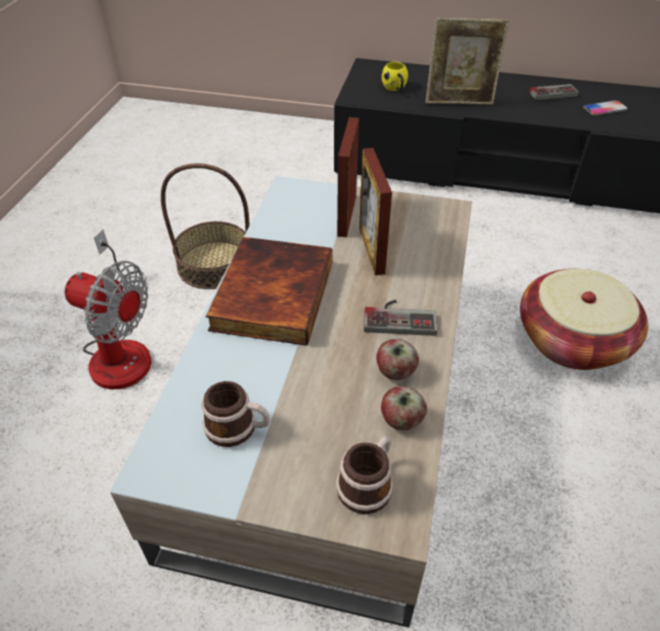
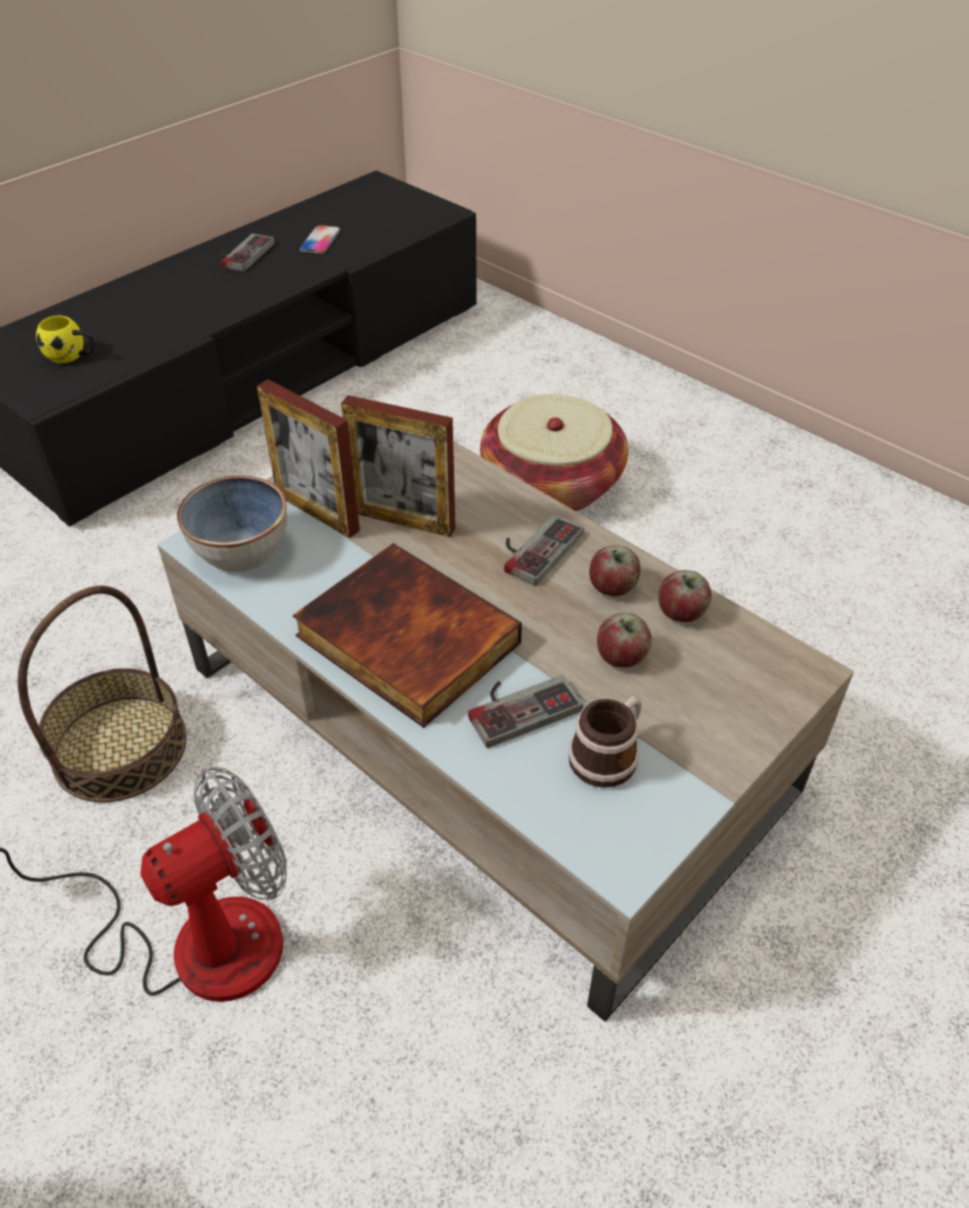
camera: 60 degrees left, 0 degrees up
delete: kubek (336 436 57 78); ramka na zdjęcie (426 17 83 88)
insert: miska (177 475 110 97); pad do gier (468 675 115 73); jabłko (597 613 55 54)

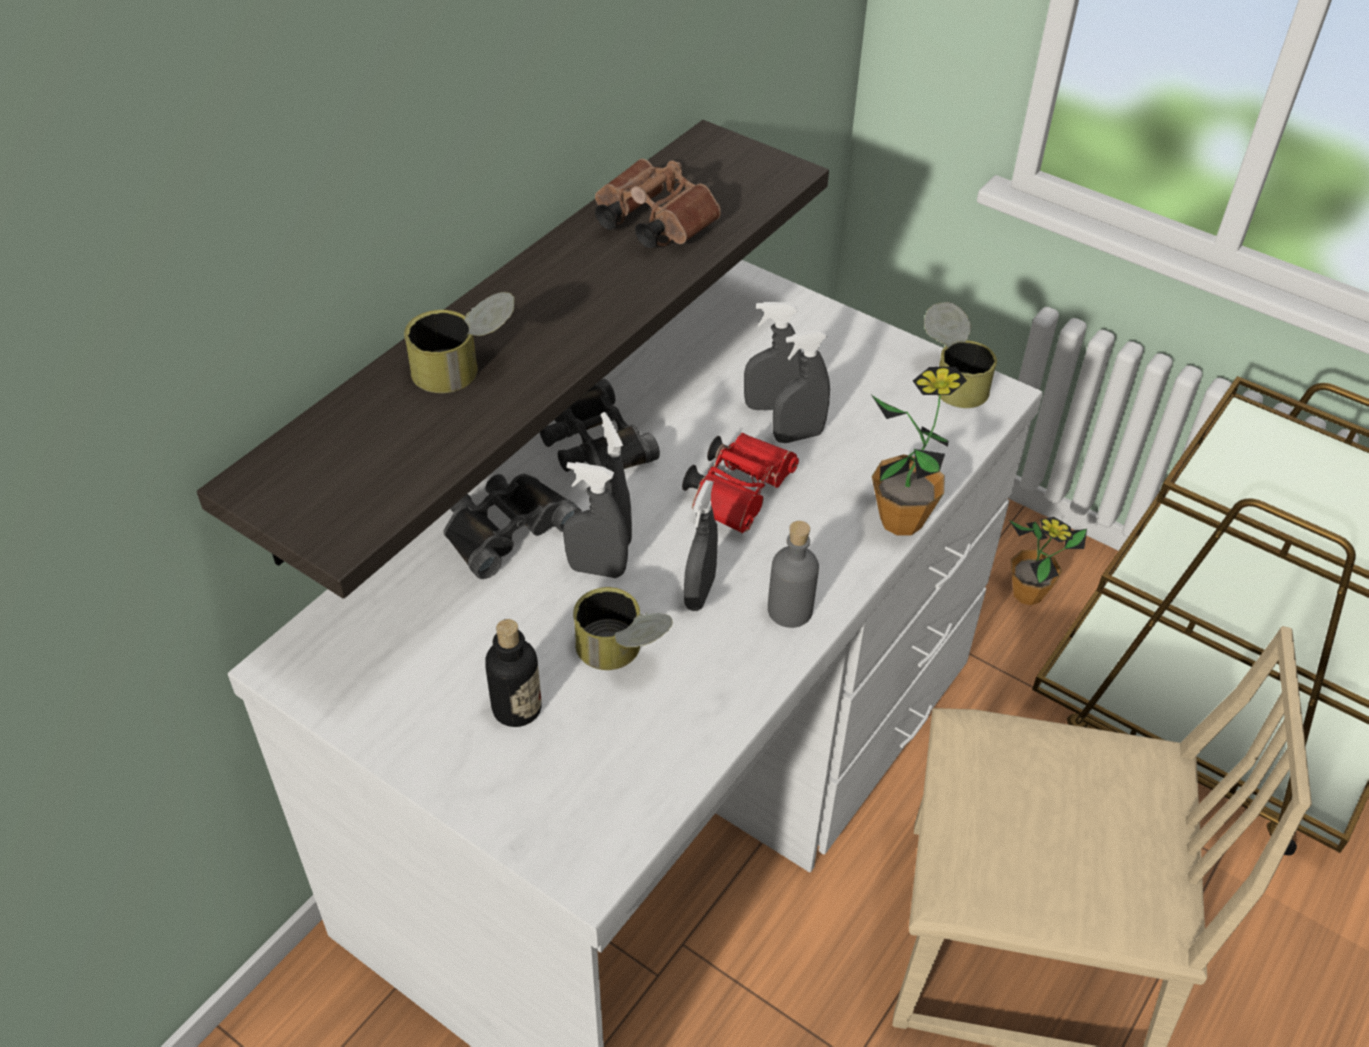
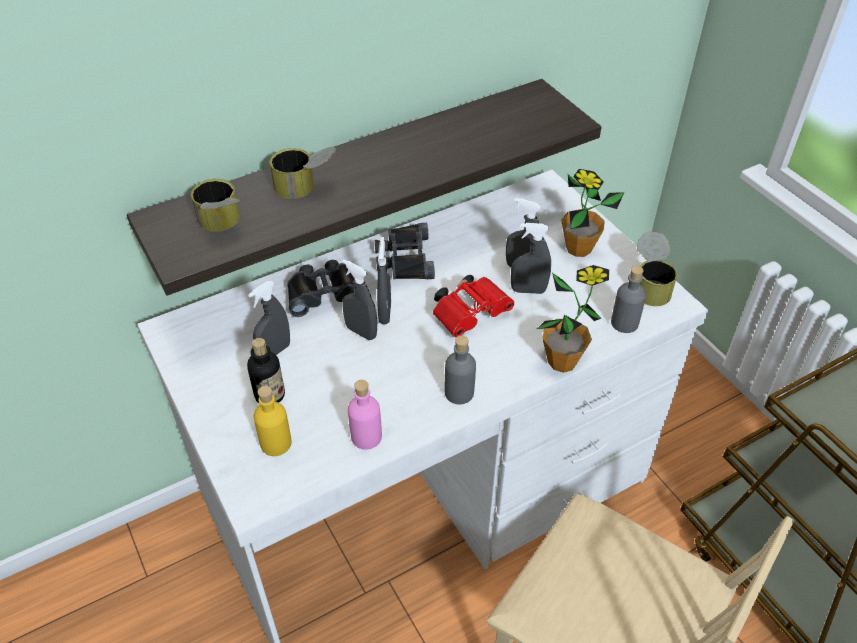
camera: 25 degrees right, 0 degrees up
delete: lornetka (brązowy) (595 159 126 90)
insert: butelka (żółty) (254 386 38 70); butelka (różowy) (348 380 34 70); butelka (szary) (611 266 35 67)
move: puszka (573 587 99 83) to (191 179 49 53); spryskiwacz (szary) (684 480 34 131) to (248 281 42 74); roślina doniczkowa (1008 517 79 88) to (561 169 63 88)

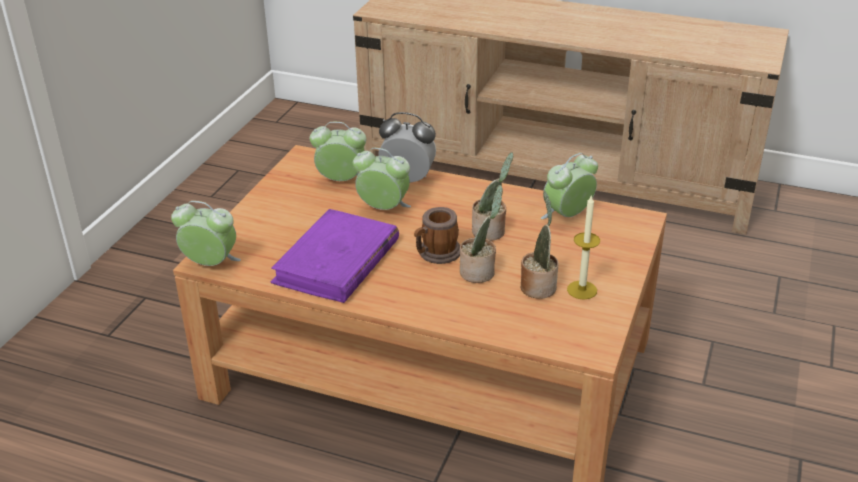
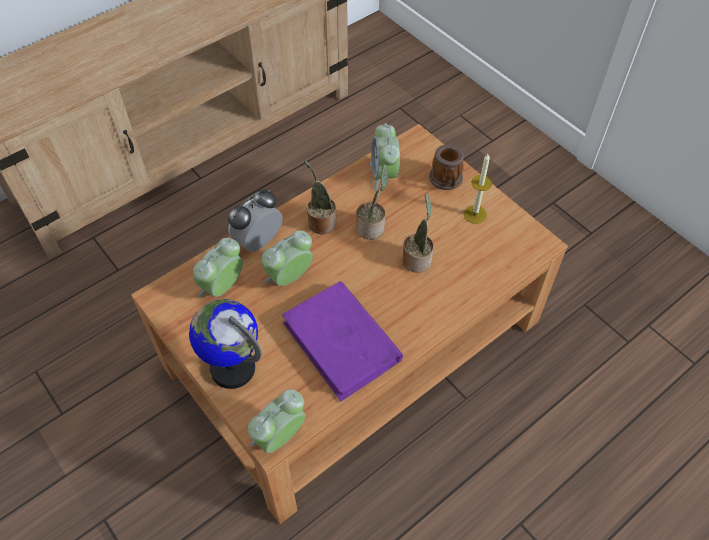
camera: 60 degrees left, 20 degrees up
insert: globus (189 299 72 90)
move: kubek (414 207 46 57) to (429 145 35 45); roślina doniczkowa (520 191 39 108) to (304 161 33 73)

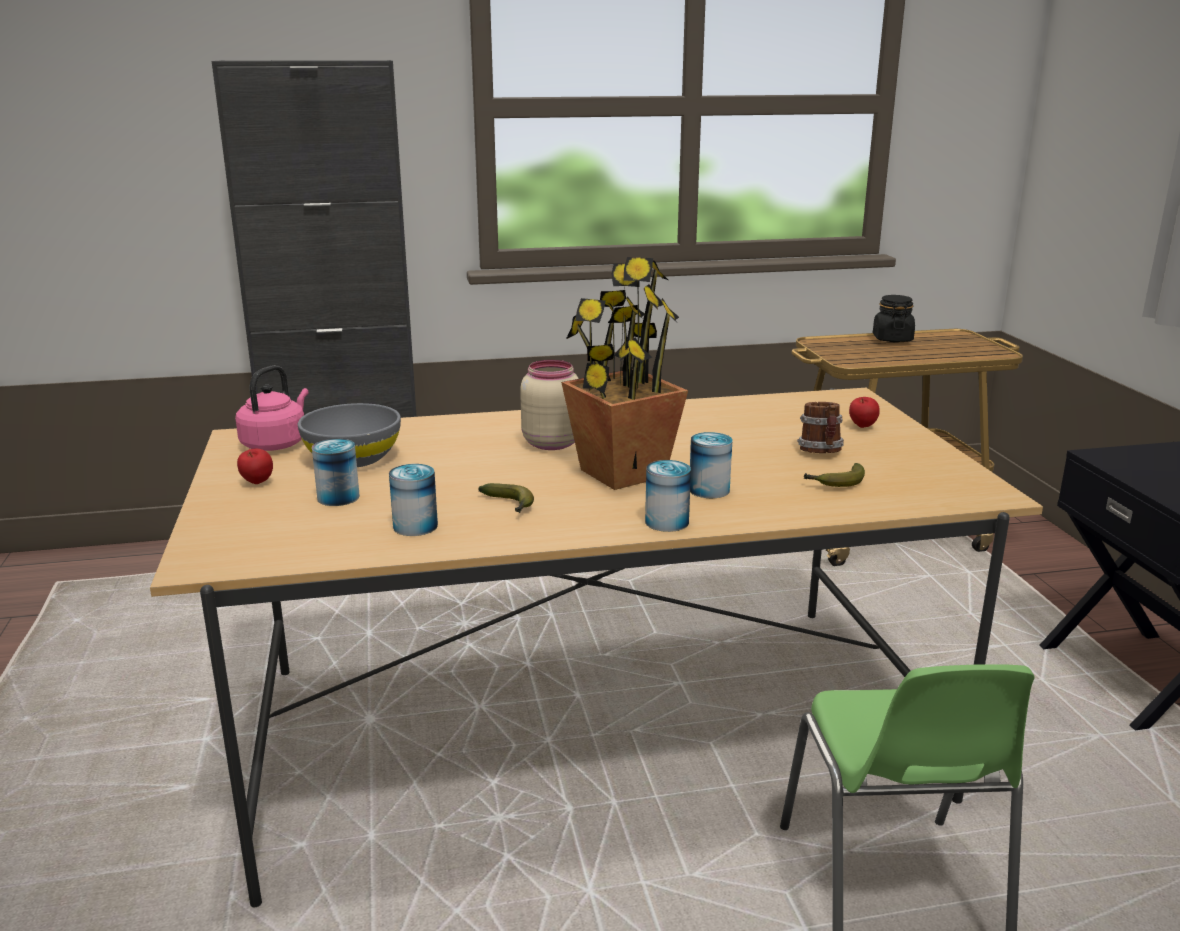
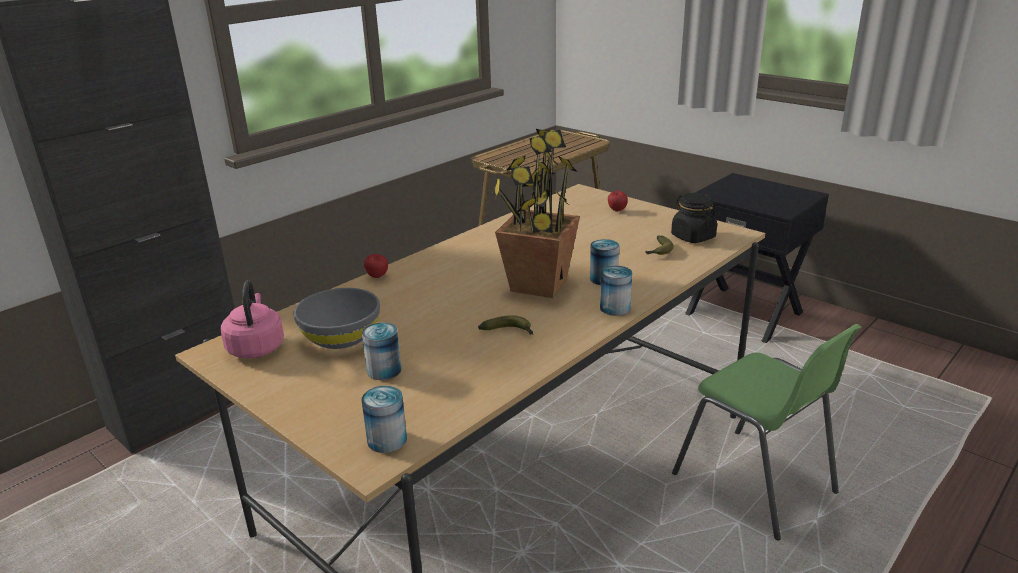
camera: 35 degrees left, 5 degrees up
delete: słoik (beżowy) (520 360 59 90); kubek (797 402 47 51)
move: jabłko (237 449 36 35) to (364 254 24 24); puszka (389 464 49 72) to (361 386 46 67); słoik (czarny) (873 295 42 47) to (671 193 46 50)

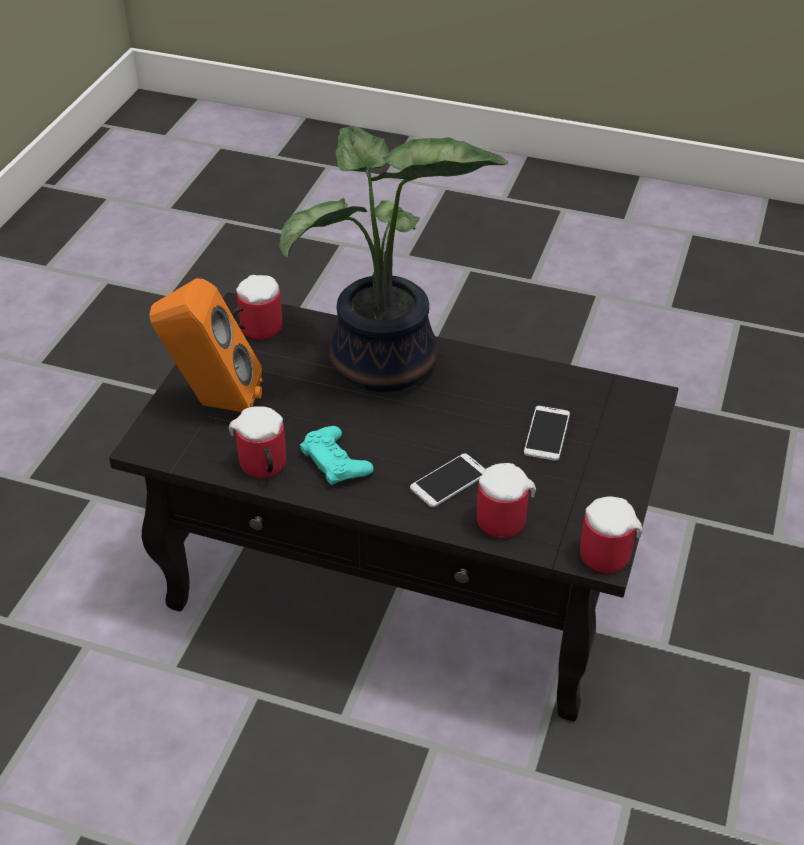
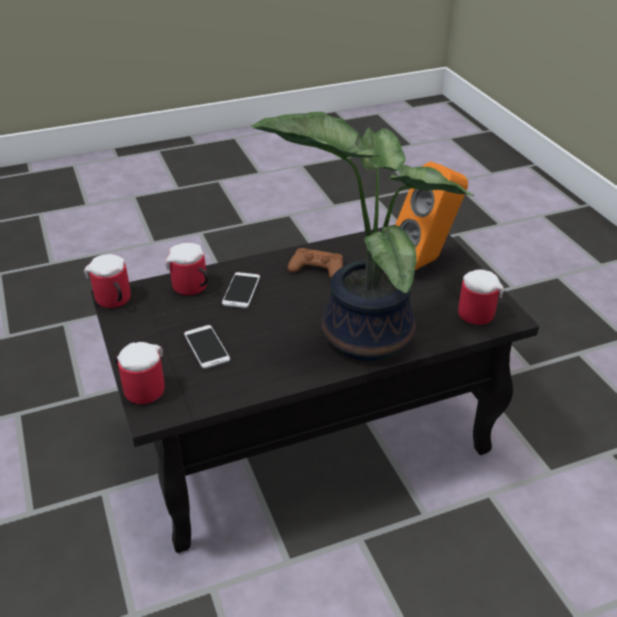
camera: 140 degrees right, 5 degrees down
move: kubek (229 406 57 72) to (115 342 50 62)
recolor: pad do gier (turkusowy) (300 426 74 59) to pad do gier (brązowy) (288 248 55 31)

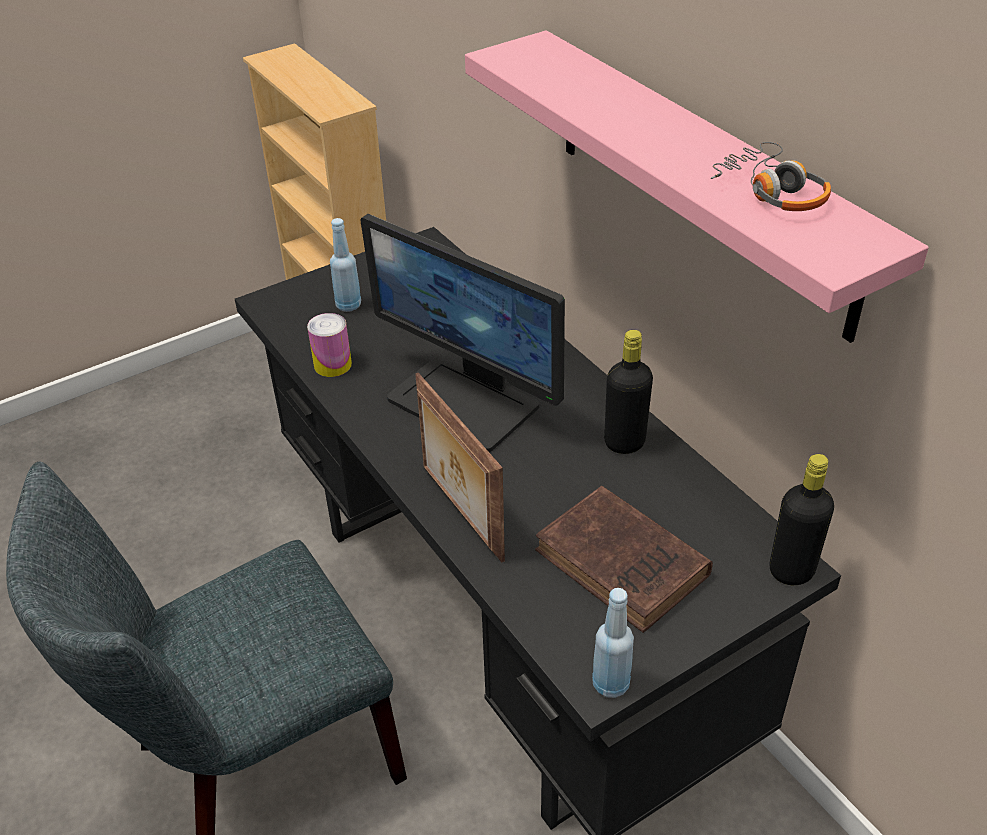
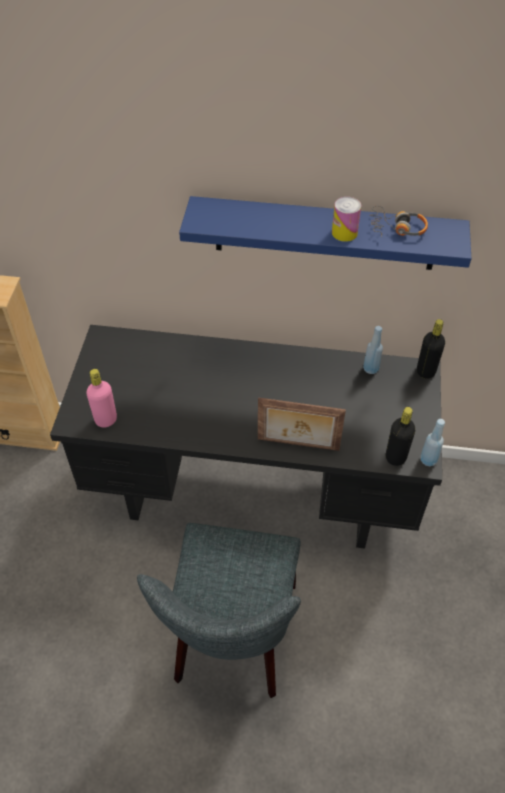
camera: 50 degrees left, 10 degrees up
delete: monitor (360 214 205 238); książka (brązowy) (535 486 178 147)
insert: butelka (różowy) (86 369 31 59)
move: puszka (307 313 45 64) to (332 197 29 45); butelka (niebieski) (330 218 31 94) to (363 326 20 48); butelka (czarny) (604 330 49 124) to (386 407 29 59)
recolor: półka (różowy) (465 30 464 313) to półka (niebieski) (179 196 292 74)

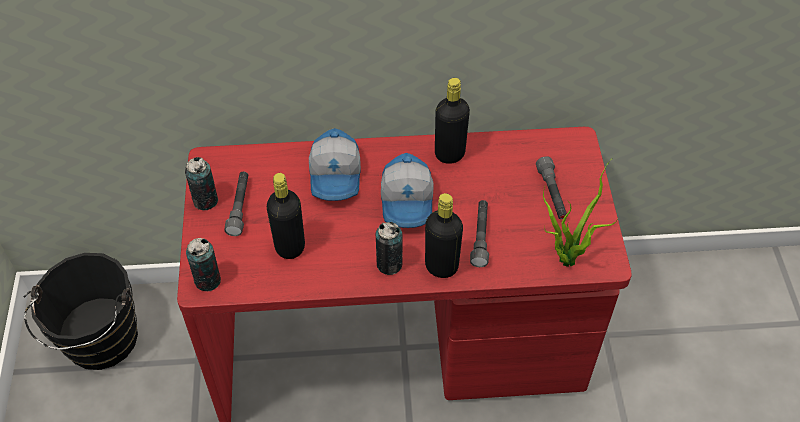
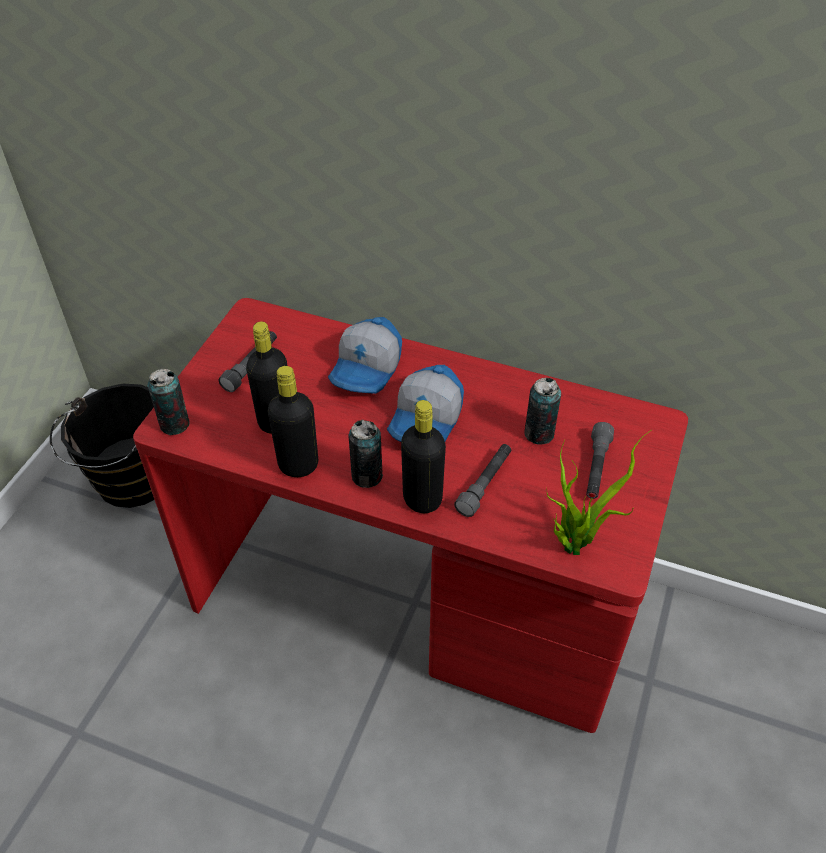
camera: 25 degrees right, 5 degrees down
move: puszka (185 157 33 53) to (524 378 37 67); butelka (czarny) (435 78 35 86) to (267 366 51 111)

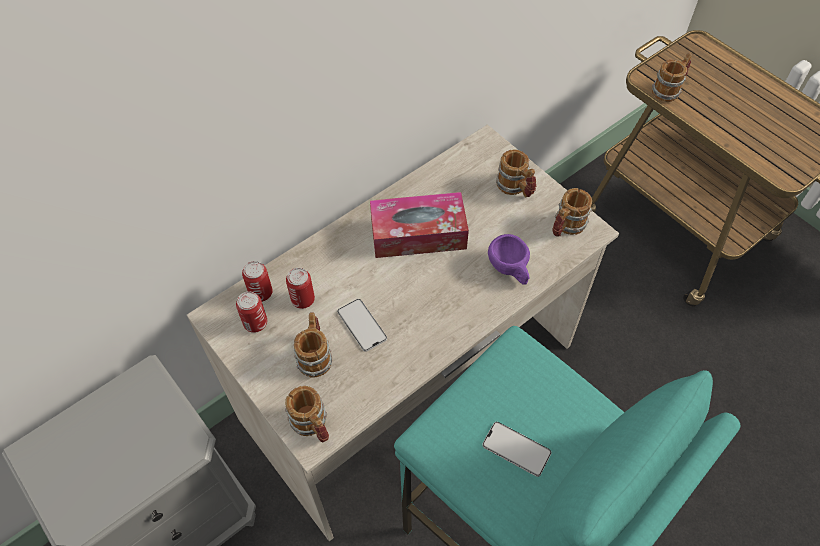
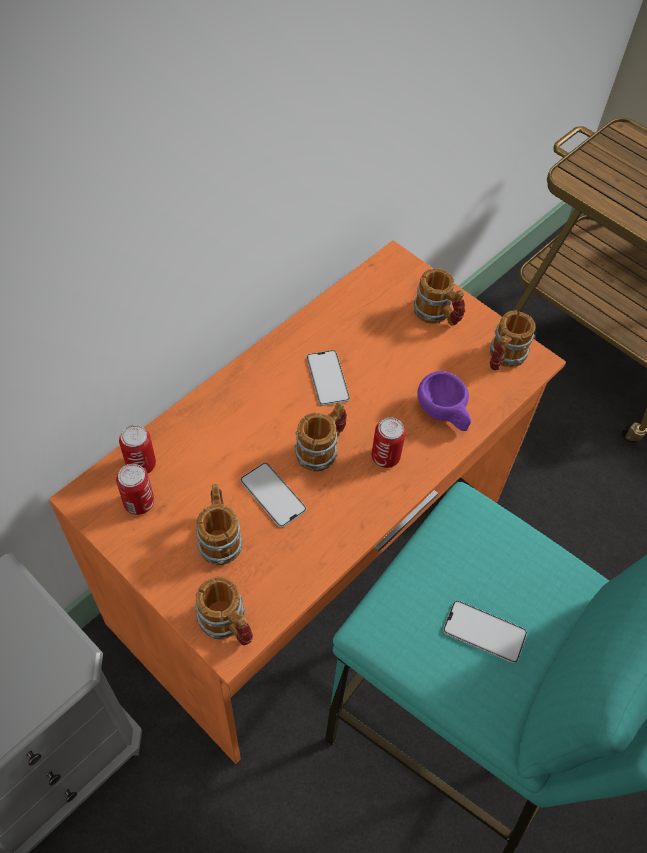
camera: 10 degrees left, 0 degrees up
move: puszka (286 268 29 41) to (371 417 35 51); kubek (652 53 40 49) to (294 402 53 70)
replace: pudełko chusteczek (370 192 99 66) to telefon (307 350 43 56)
recolor: biurko (beżowy) (187 125 432 416) to biurko (pomarańczowy) (49 240 517 524)

